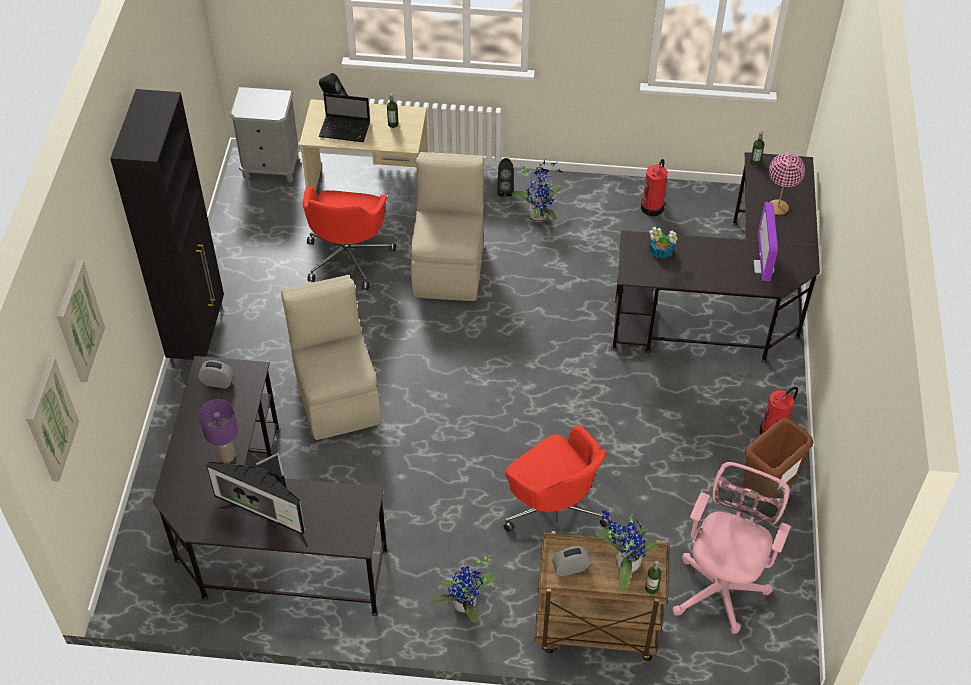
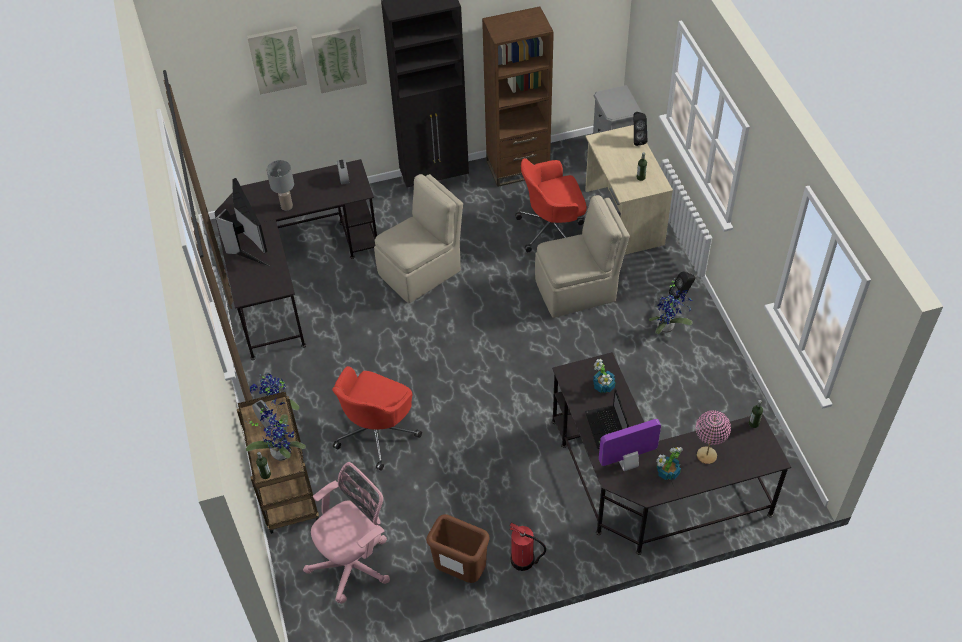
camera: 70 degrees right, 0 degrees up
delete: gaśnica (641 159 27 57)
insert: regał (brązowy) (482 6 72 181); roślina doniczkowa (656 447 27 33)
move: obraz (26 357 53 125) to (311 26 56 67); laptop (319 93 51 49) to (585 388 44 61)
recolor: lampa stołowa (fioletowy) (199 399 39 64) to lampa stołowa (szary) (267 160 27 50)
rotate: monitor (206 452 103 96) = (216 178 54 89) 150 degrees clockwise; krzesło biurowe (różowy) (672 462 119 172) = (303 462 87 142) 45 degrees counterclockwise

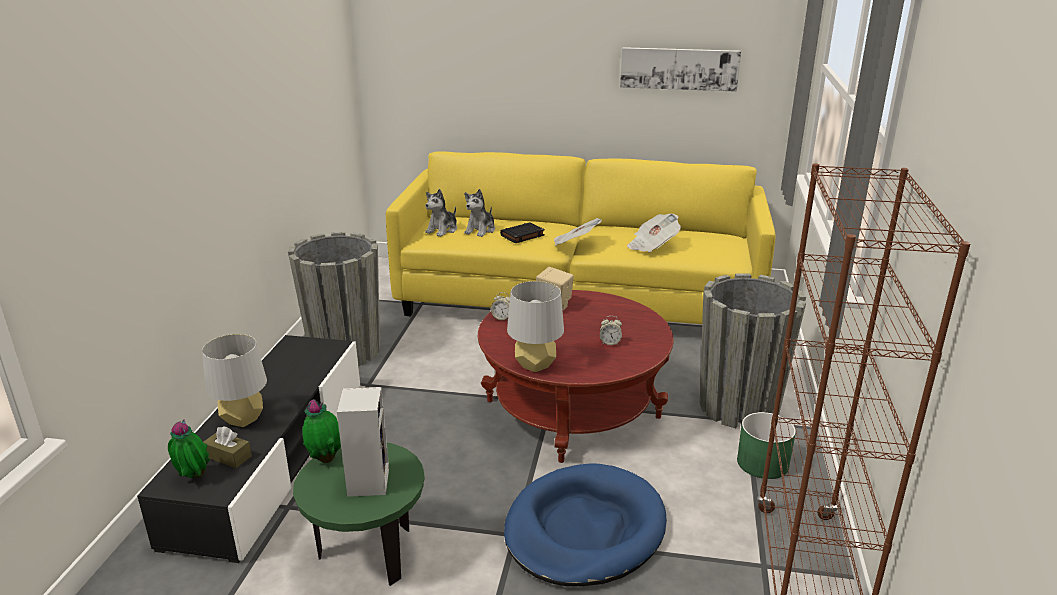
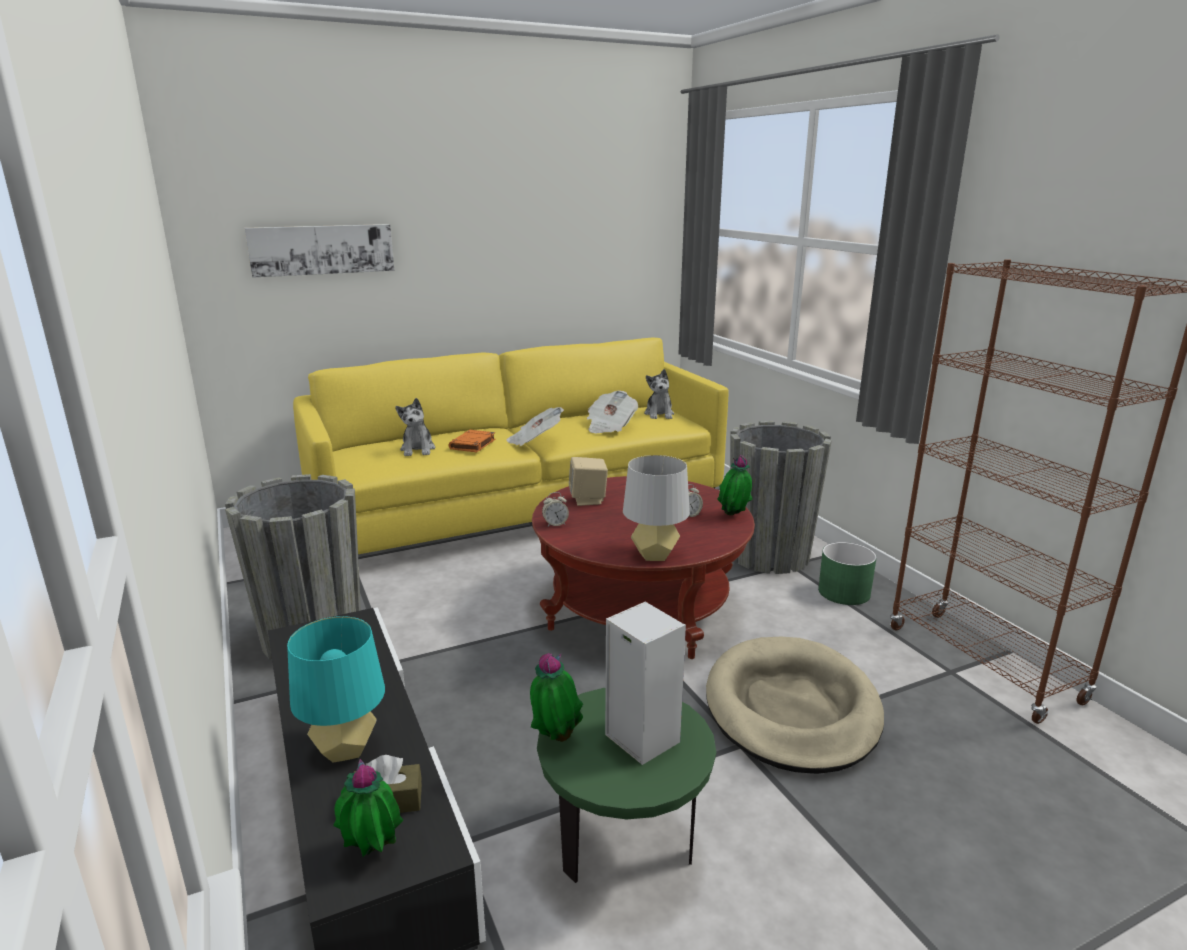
camera: 35 degrees left, 5 degrees down
insert: roślina doniczkowa (717 455 36 61)
move: pluszak (425 189 32 48) to (644 369 30 50); obraz (620 47 121 45) to (245 224 149 54)
recolor: lampa stołowa (szary) (202 334 65 93) to lampa stołowa (turkusowy) (287 616 98 146); książka (czarny) (500 222 45 21) to książka (pomarańczowy) (448 430 48 22); legowisko (niebieski) (504 463 163 123) to legowisko (beżowy) (706 637 178 137)

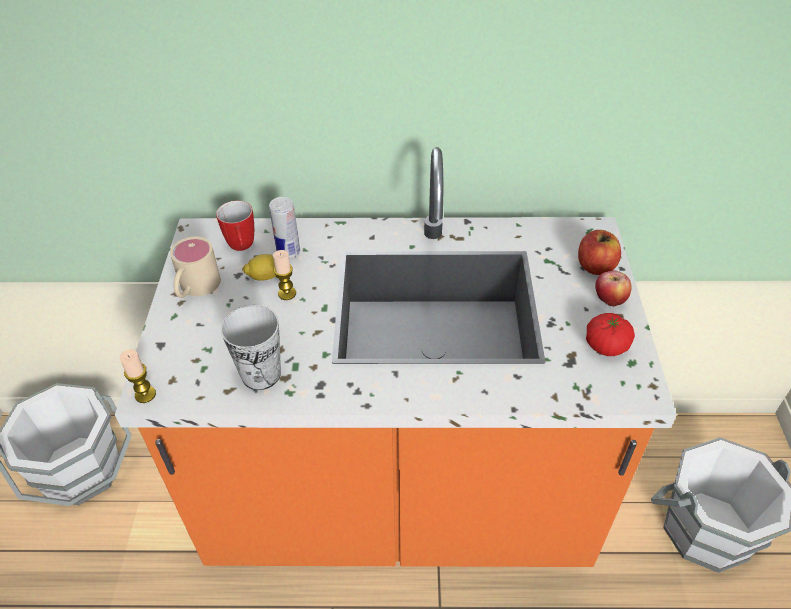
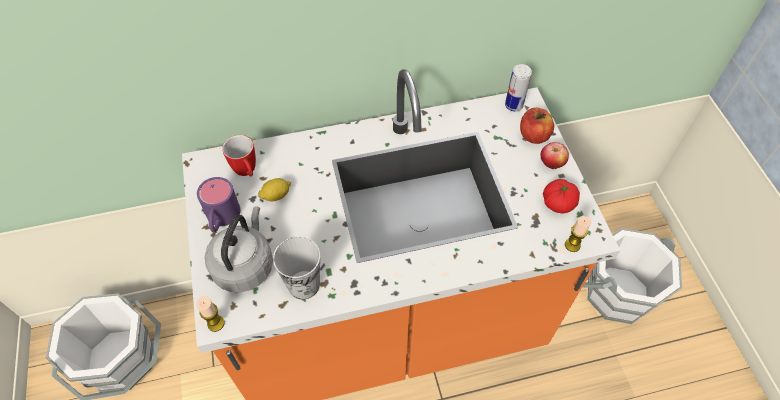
camera: 15 degrees left, 10 degrees up
insert: czajnik (szary) (205 206 68 86)
move: puszka (269 197 31 62) to (505 64 27 48); świeca (273 250 23 50) to (565 216 26 36)
recolor: kubek (beżowy) (170 236 51 62) to kubek (fioletowy) (197 177 43 55)

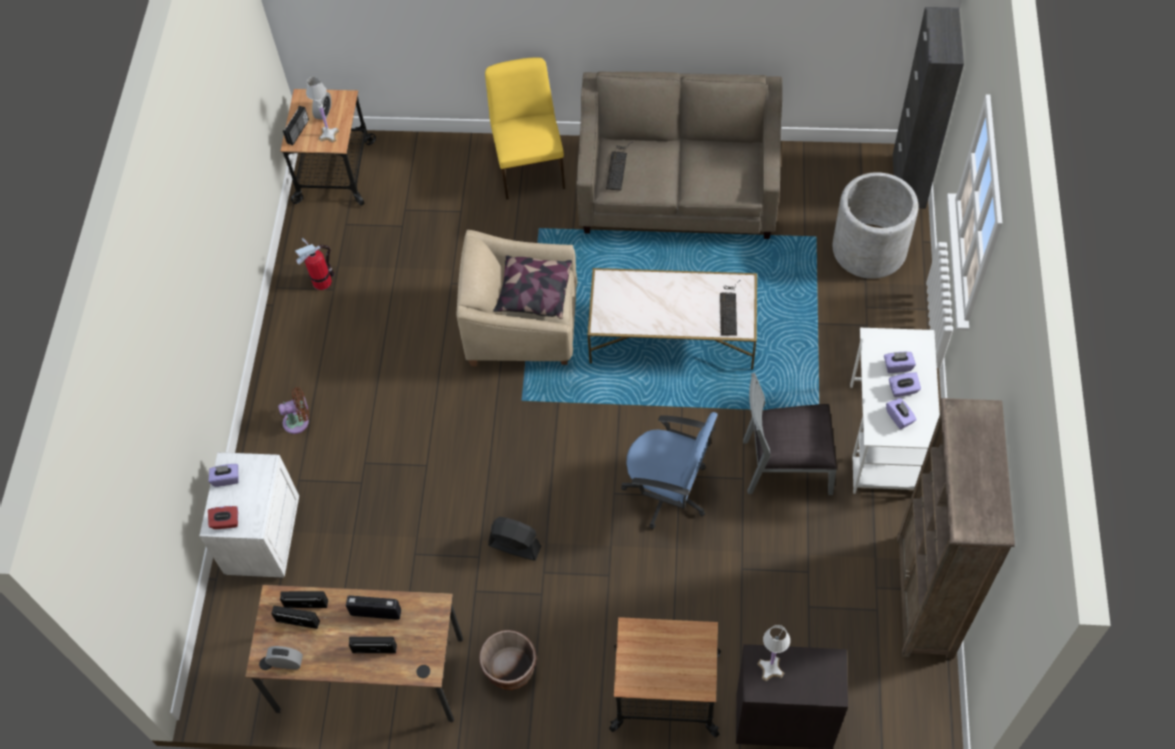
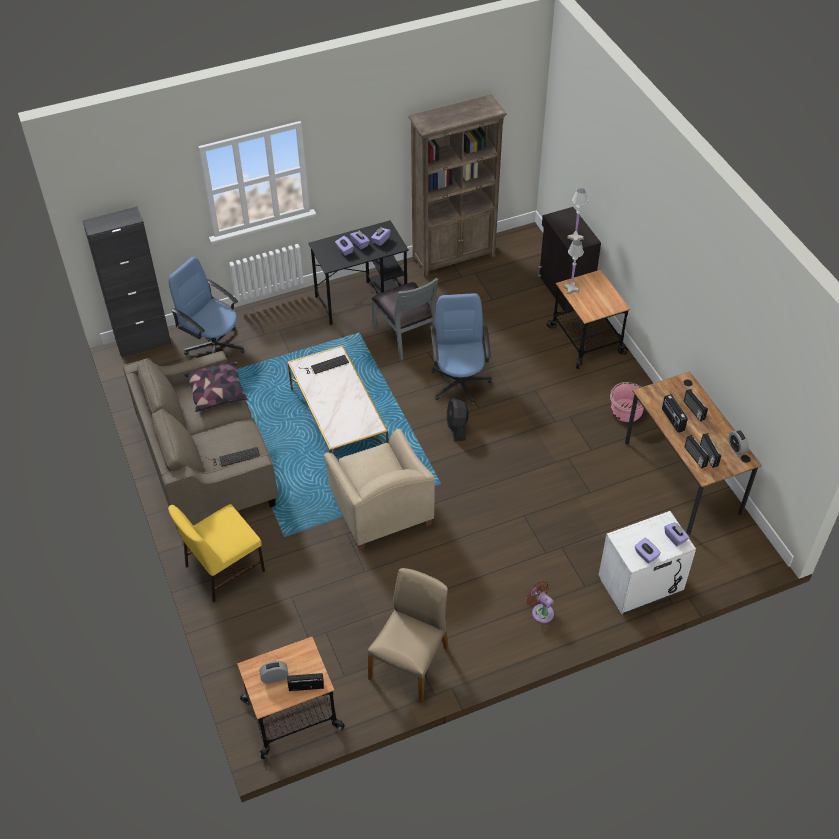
camera: 120 degrees left, 10 degrees down
move: lampa stołowa (biały) (306 77 33 66) to (563 240 21 54); wentylator (czarny) (488 517 53 43) to (447 398 22 43); poduszka (493 255 79 64) to (185 362 63 50)
replace: gaśnica (295 238 39 52) to krzesło (beżowy) (368 568 81 135); donica (szary) (833 172 86 107) to krzesło biurowe (niebieski) (168 257 77 98)
recolor: pudełko chusteczek (czerwony) (208 506 30 23) to pudełko chusteczek (fioletowy) (665 522 24 24); donica (brązowy) (479 630 58 60) to donica (różowy) (610 382 34 40); biurko (biały) (850 328 90 166) to biurko (czarny) (308 220 101 105)

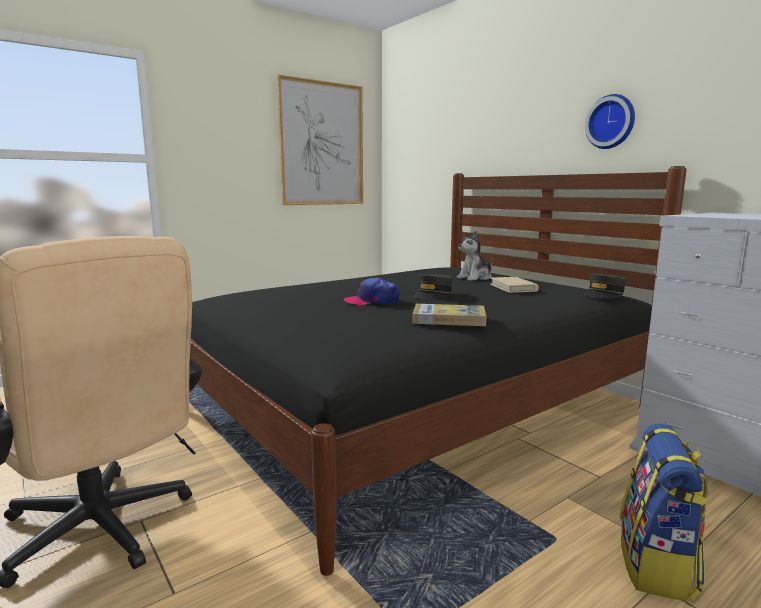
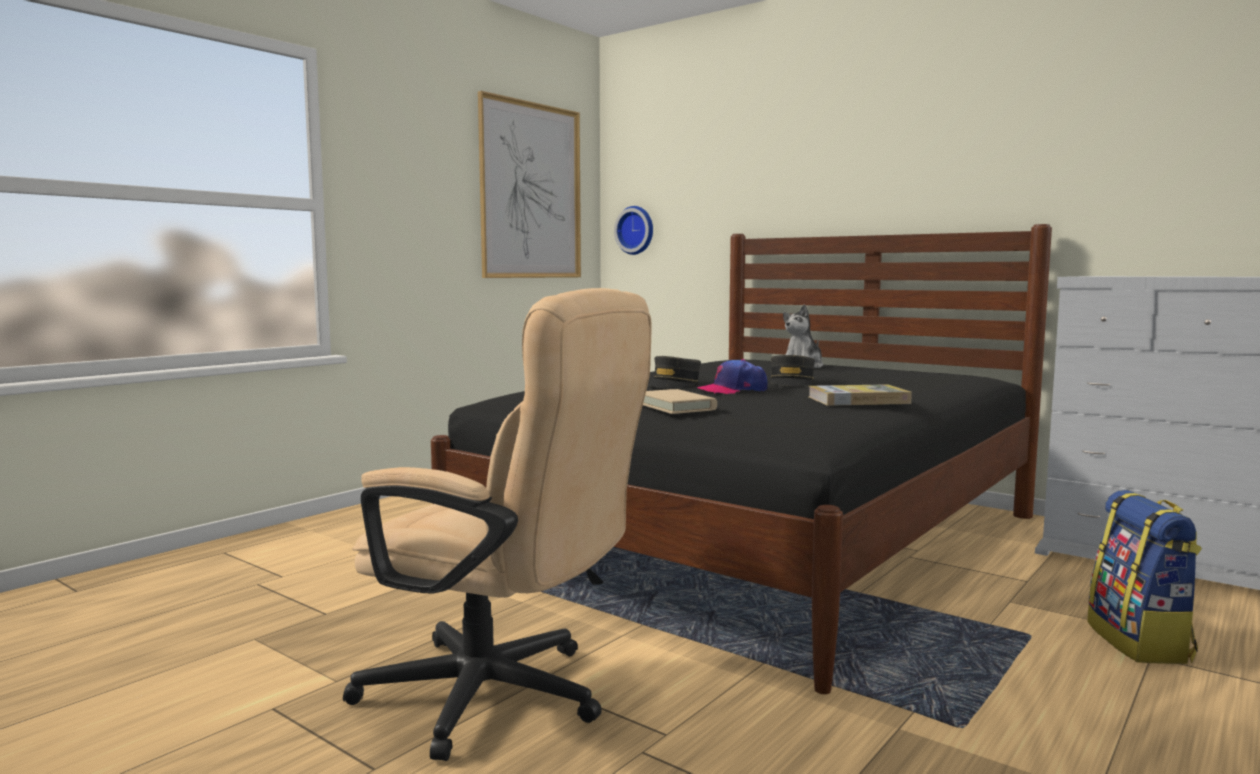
camera: 15 degrees left, 5 degrees down
move: książka (beżowy) (490 277 49 16) to (643 389 74 25); czapka z daszkiem (szary) (584 273 43 25) to (648 356 53 31); zegar ścienny (585 94 50 55) to (614 206 39 49)

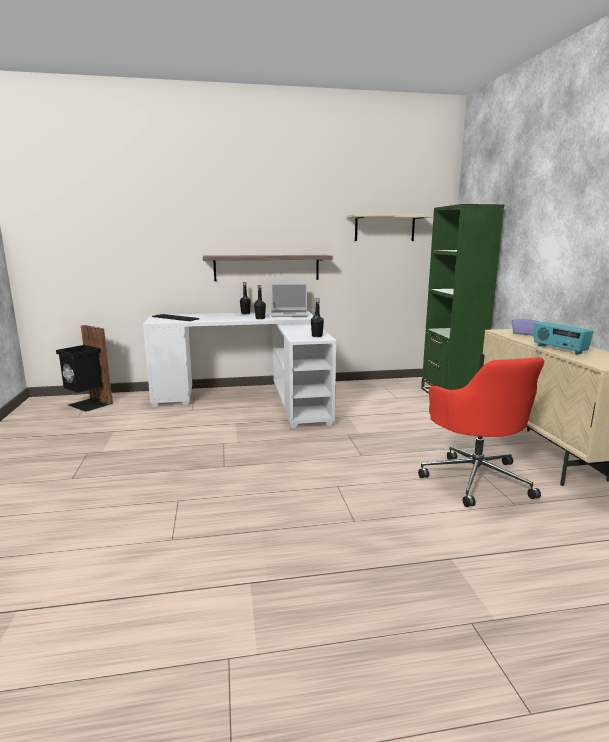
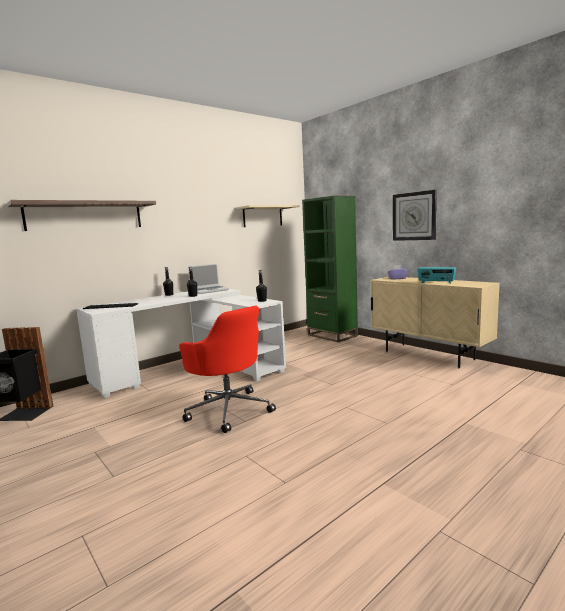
camera: 30 degrees left, 5 degrees down
insert: zegar ścienny (393 190 44 51)
move: półka (203 255 130 26) to (7 200 149 31); krzesło biurowe (czerwony) (418 357 126 150) to (179 305 97 128)

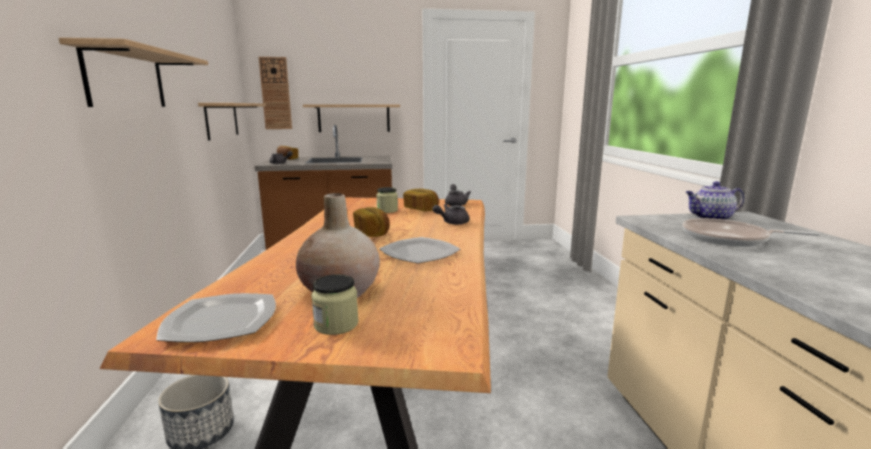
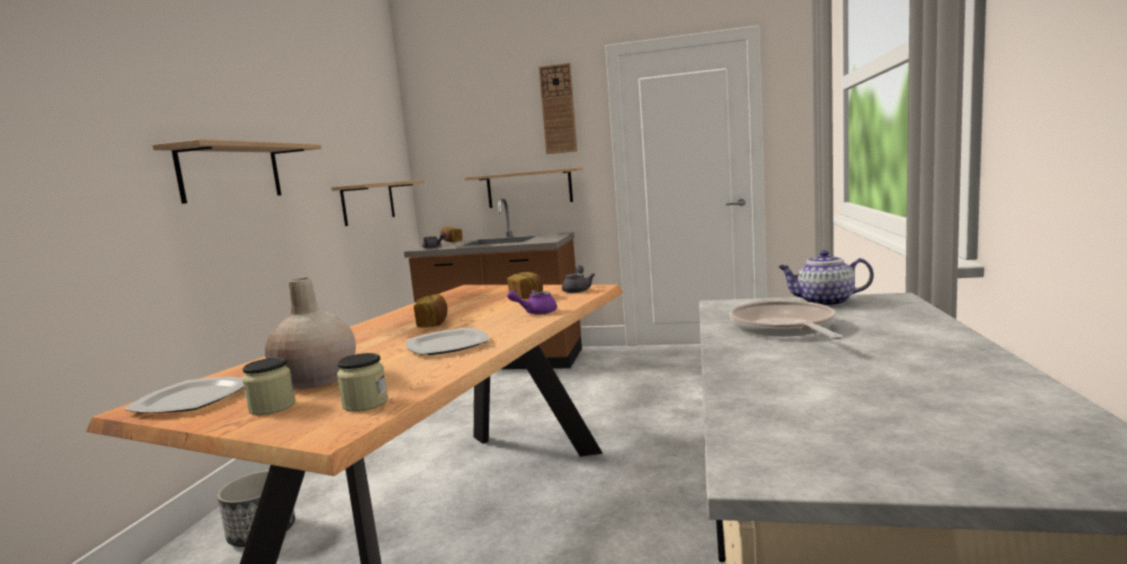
camera: 20 degrees right, 5 degrees down
move: zegar ścienny (259 57 33 72) to (539 63 38 91); słoik (376 187 22 26) to (337 353 51 59)
recolor: imbryk (szary) (432 204 37 21) to imbryk (fioletowy) (507 290 50 24)
rotate: patelnia (682 218 139 29) = (730 300 113 39) 45 degrees clockwise

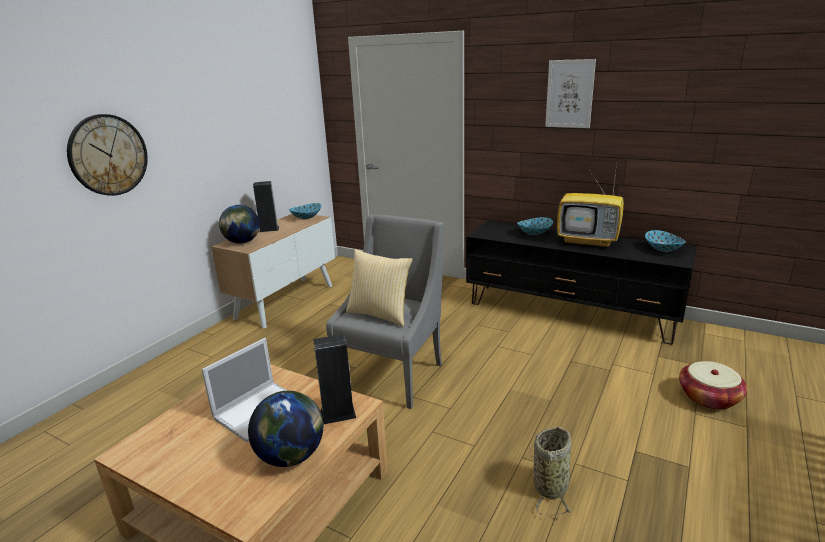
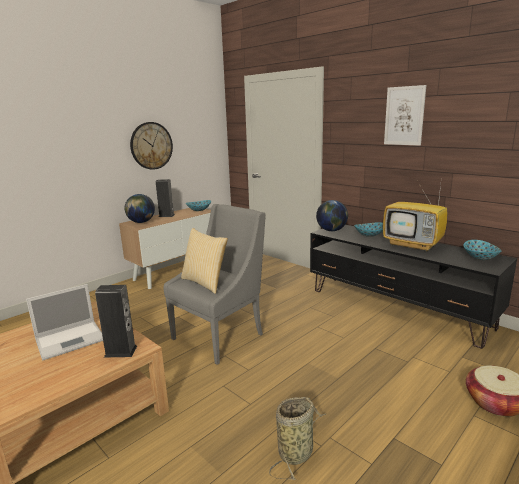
camera: 15 degrees right, 5 degrees down
move: zegar ścienny (67 114 81 82) to (130 122 43 48); globus (248 391 75 76) to (316 200 32 31)

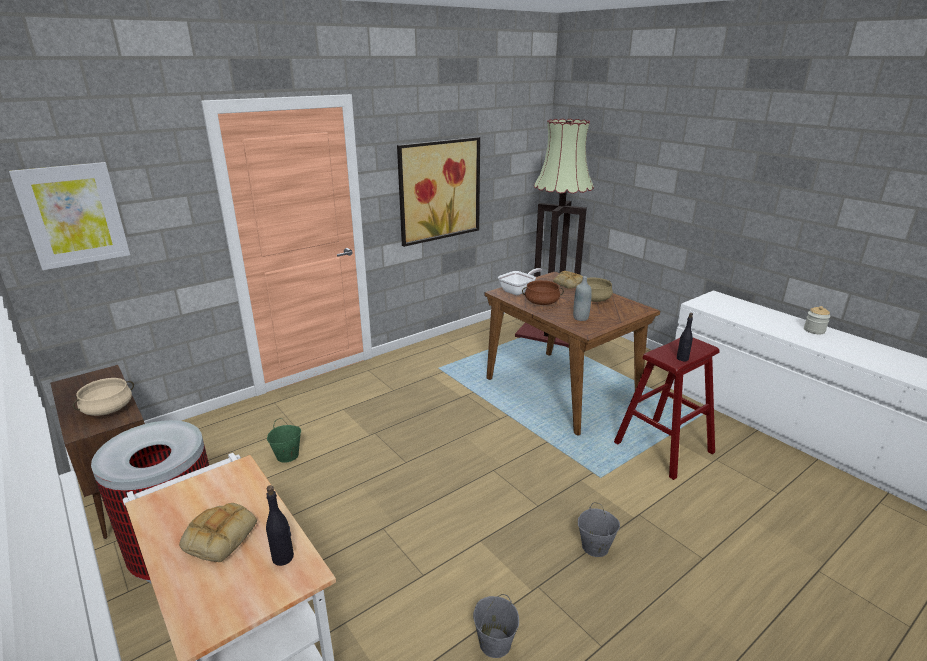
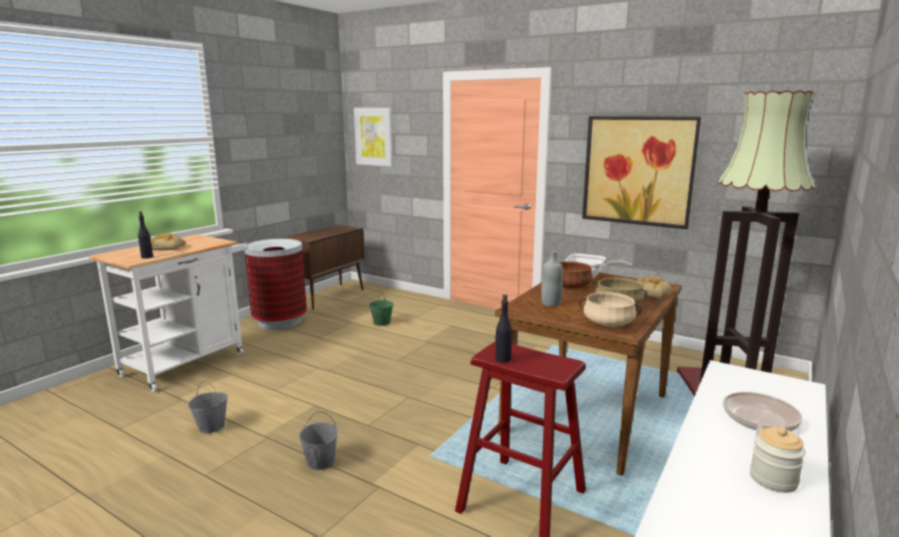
camera: 70 degrees right, 10 degrees down
insert: patelnia (723 392 79 52)
move: garnek (beżowy) (73 378 61 38) to (579 292 63 35)

